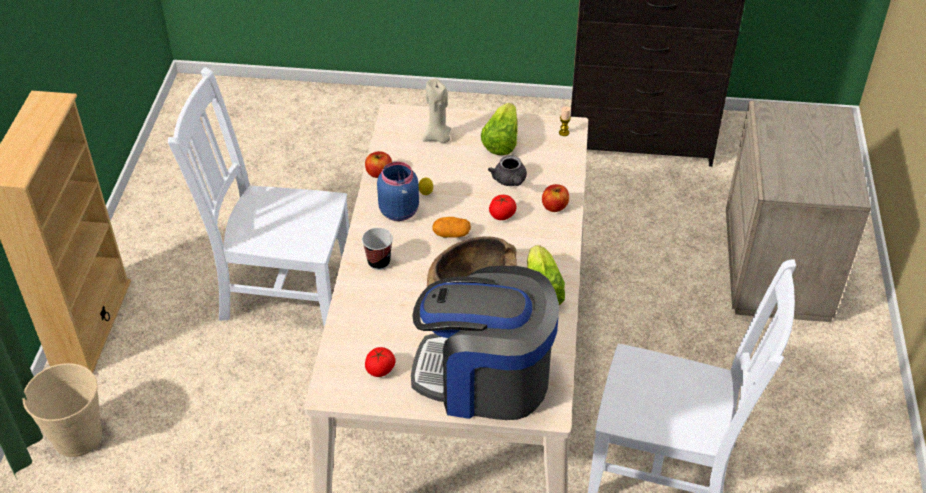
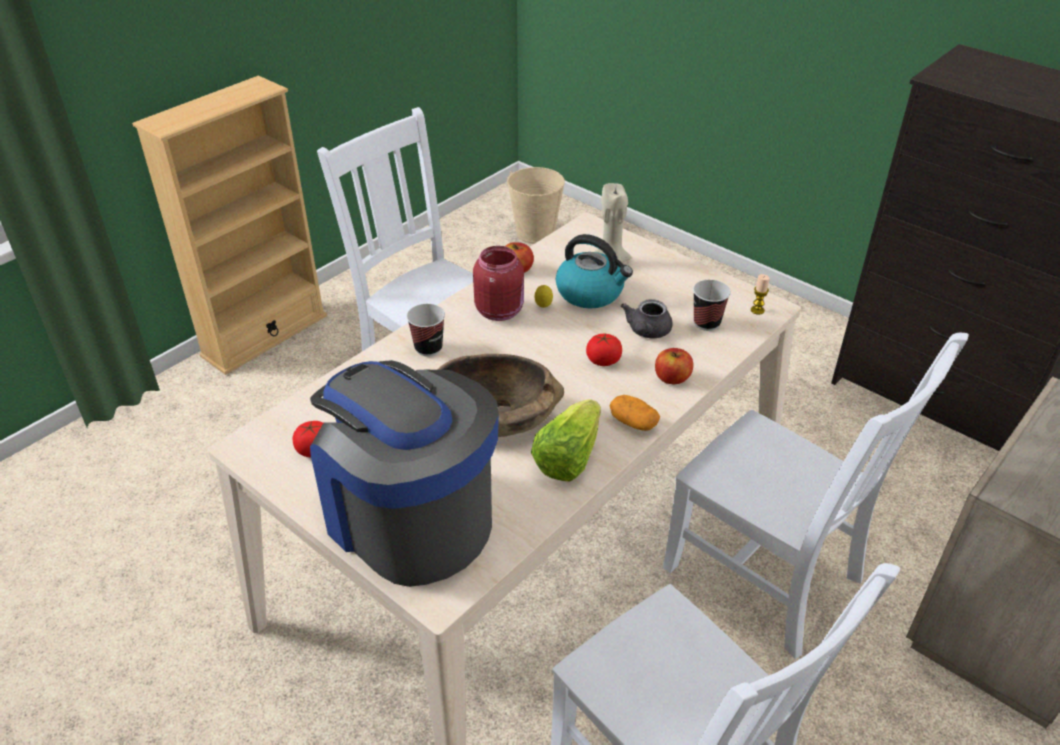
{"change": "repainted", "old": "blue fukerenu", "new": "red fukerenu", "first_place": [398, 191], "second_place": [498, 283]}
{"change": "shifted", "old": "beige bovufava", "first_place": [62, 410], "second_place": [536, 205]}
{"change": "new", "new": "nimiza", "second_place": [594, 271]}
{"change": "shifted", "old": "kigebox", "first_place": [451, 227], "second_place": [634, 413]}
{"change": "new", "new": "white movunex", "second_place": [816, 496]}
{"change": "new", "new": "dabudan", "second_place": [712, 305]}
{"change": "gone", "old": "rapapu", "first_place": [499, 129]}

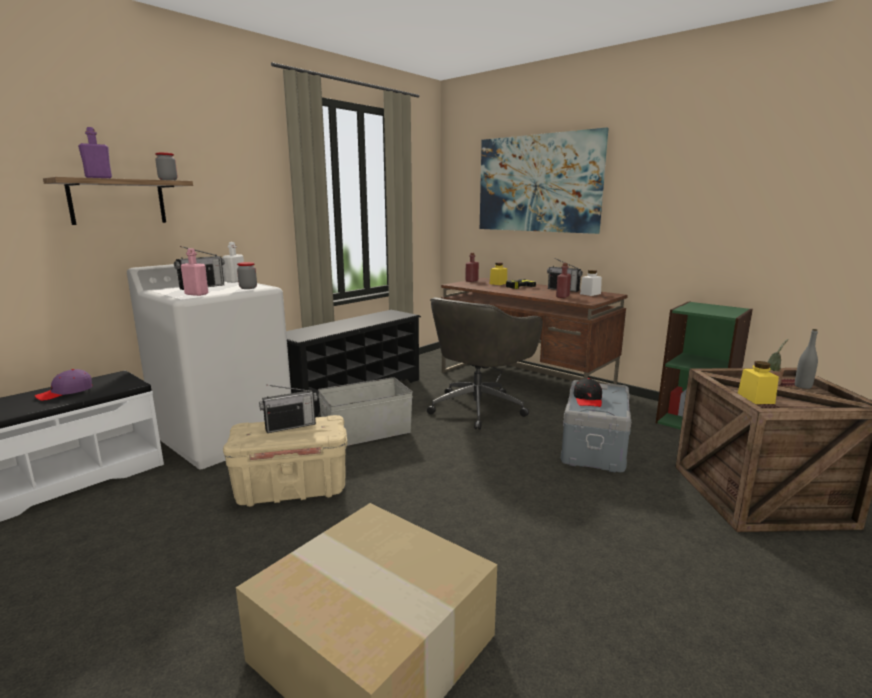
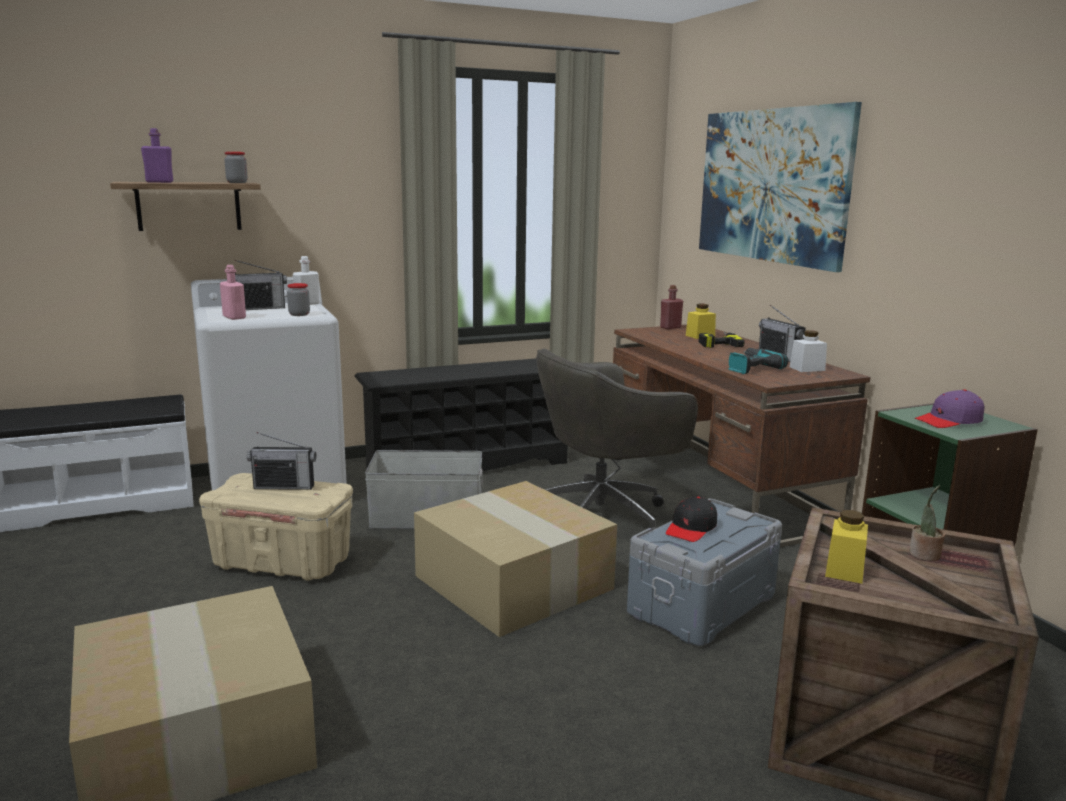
{"change": "new", "new": "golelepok", "second_place": [515, 559]}
{"change": "swapped", "old": "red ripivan", "new": "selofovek", "first_place": [563, 280], "second_place": [758, 361]}
{"change": "shifted", "old": "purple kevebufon", "first_place": [63, 385], "second_place": [949, 408]}
{"change": "gone", "old": "grey ripivan", "first_place": [806, 359]}

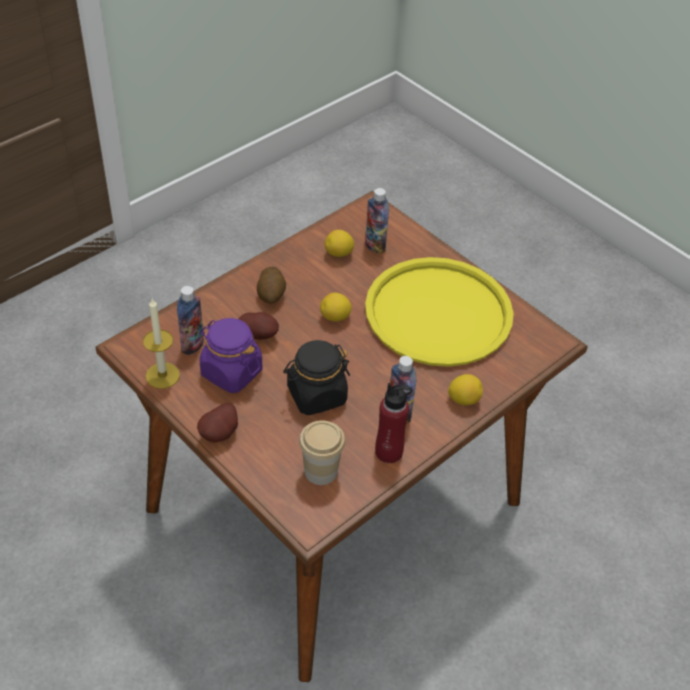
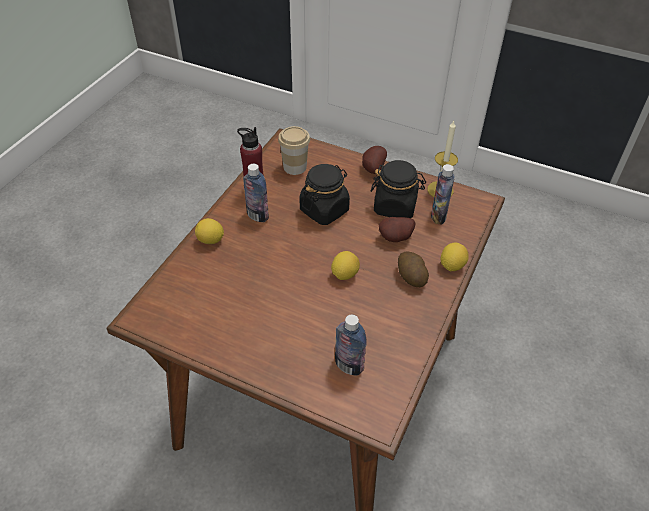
{"change": "repainted", "old": "purple fukerenu", "new": "black fukerenu", "first_place": [231, 355], "second_place": [398, 189]}
{"change": "shifted", "old": "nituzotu", "first_place": [339, 243], "second_place": [454, 257]}
{"change": "gone", "old": "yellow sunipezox", "first_place": [439, 312]}

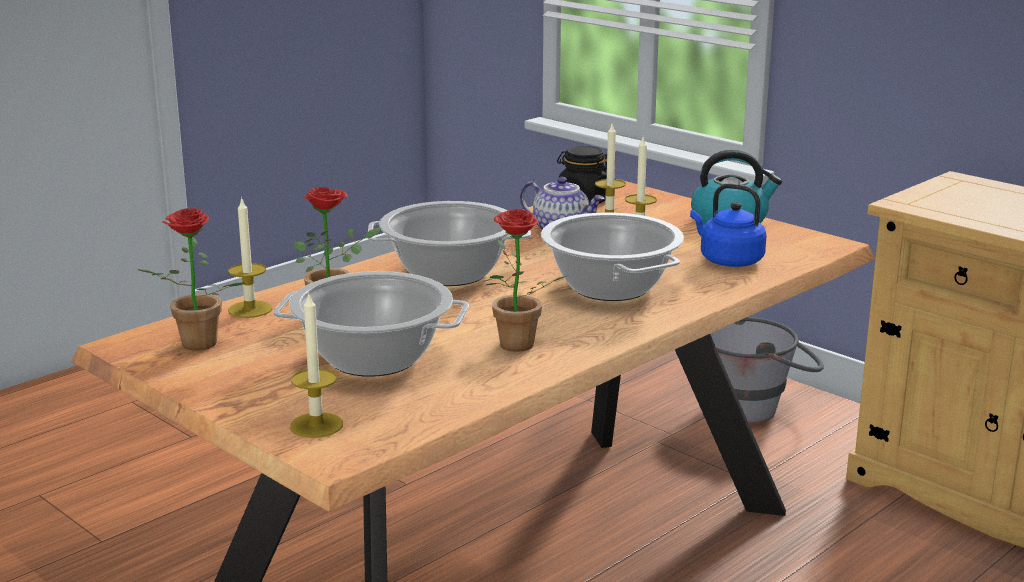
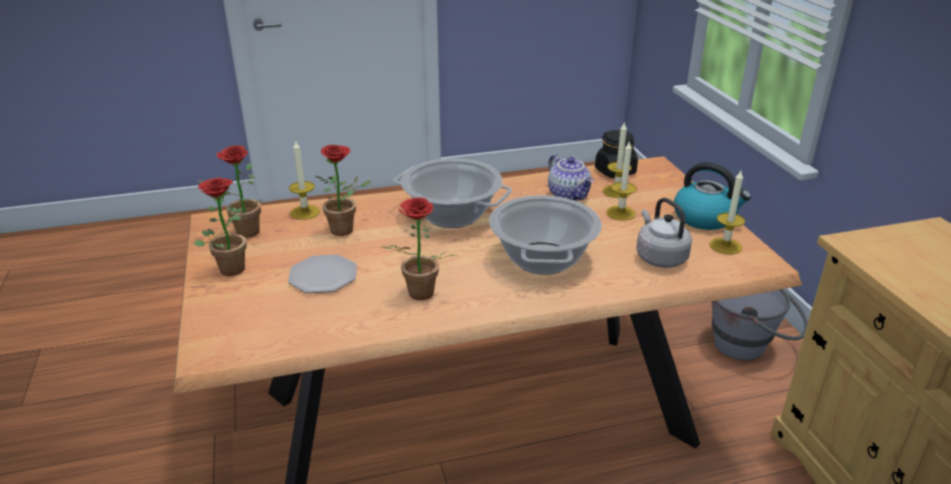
{"change": "new", "new": "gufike", "second_place": [220, 227]}
{"change": "swapped", "old": "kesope", "new": "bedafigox", "first_place": [371, 324], "second_place": [322, 274]}
{"change": "repainted", "old": "blue nimiza", "new": "grey nimiza", "first_place": [728, 225], "second_place": [664, 233]}
{"change": "shifted", "old": "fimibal", "first_place": [316, 365], "second_place": [727, 212]}

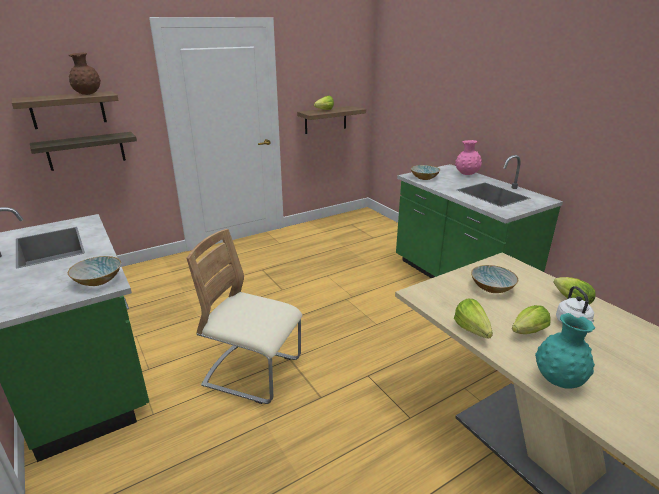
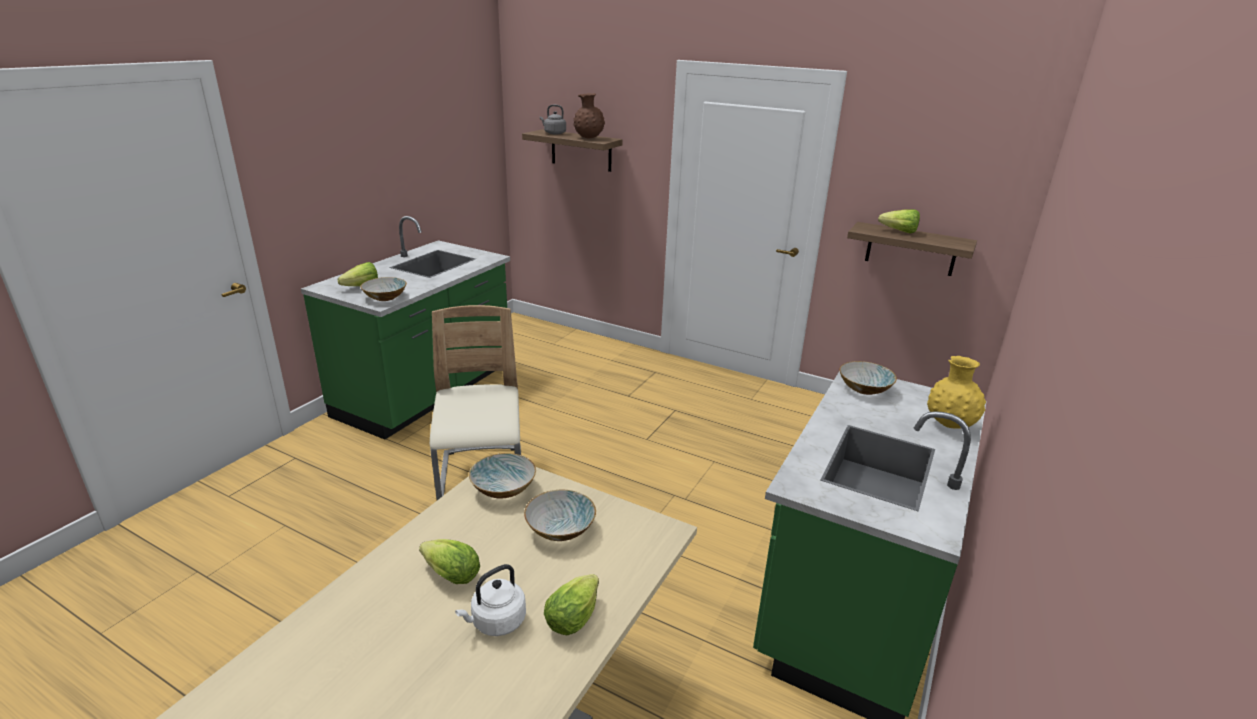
{"change": "shifted", "old": "rapapu", "first_place": [473, 319], "second_place": [358, 274]}
{"change": "new", "new": "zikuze", "second_place": [502, 475]}
{"change": "new", "new": "grey nimiza", "second_place": [553, 120]}
{"change": "repainted", "old": "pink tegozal", "new": "yellow tegozal", "first_place": [468, 157], "second_place": [956, 392]}
{"change": "gone", "old": "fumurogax", "first_place": [83, 151]}
{"change": "gone", "old": "turquoise tegozal", "first_place": [565, 351]}

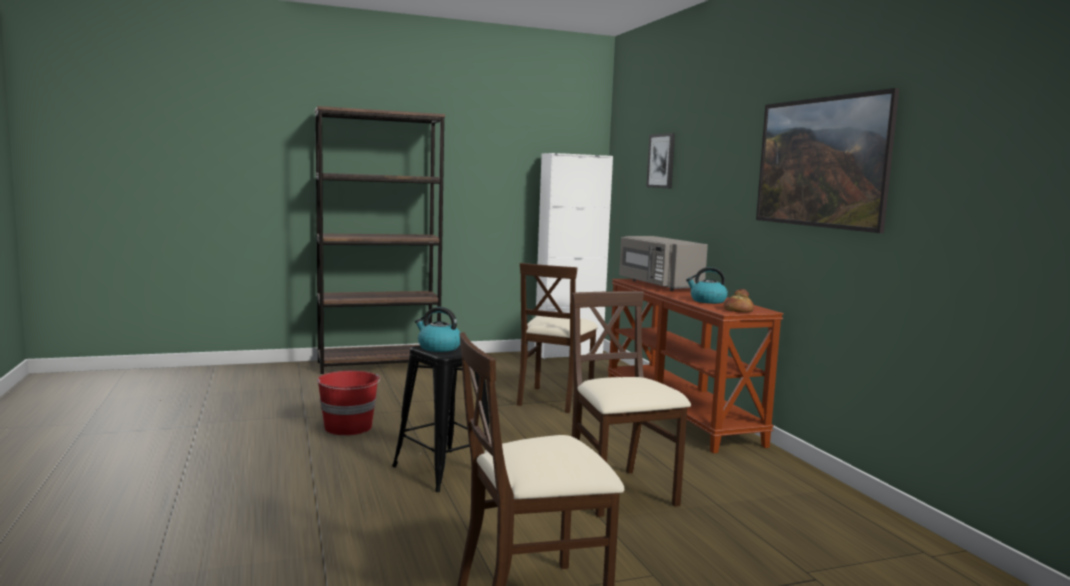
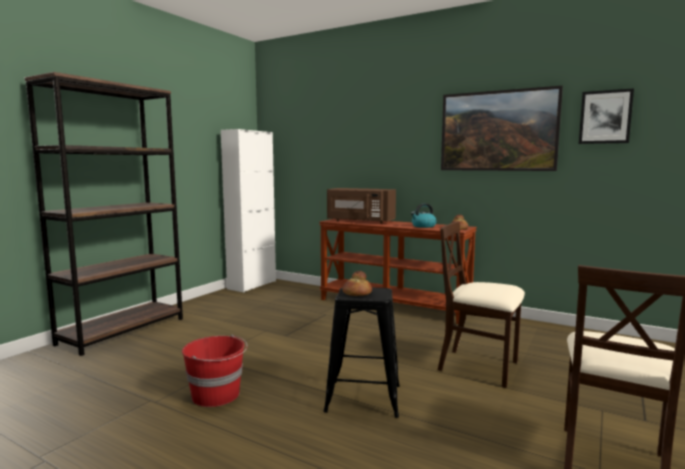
{"change": "repainted", "old": "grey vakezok", "new": "brown vakezok", "first_place": [663, 263], "second_place": [361, 206]}
{"change": "swapped", "old": "nimiza", "new": "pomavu", "first_place": [437, 329], "second_place": [357, 283]}
{"change": "shifted", "old": "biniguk", "first_place": [660, 160], "second_place": [606, 116]}
{"change": "gone", "old": "beige movunex", "first_place": [557, 338]}

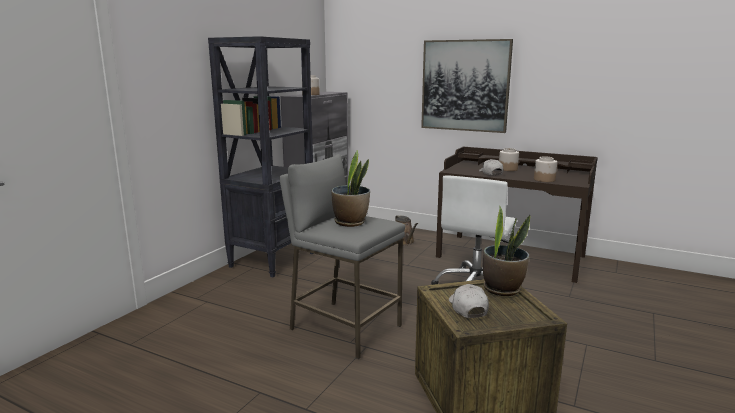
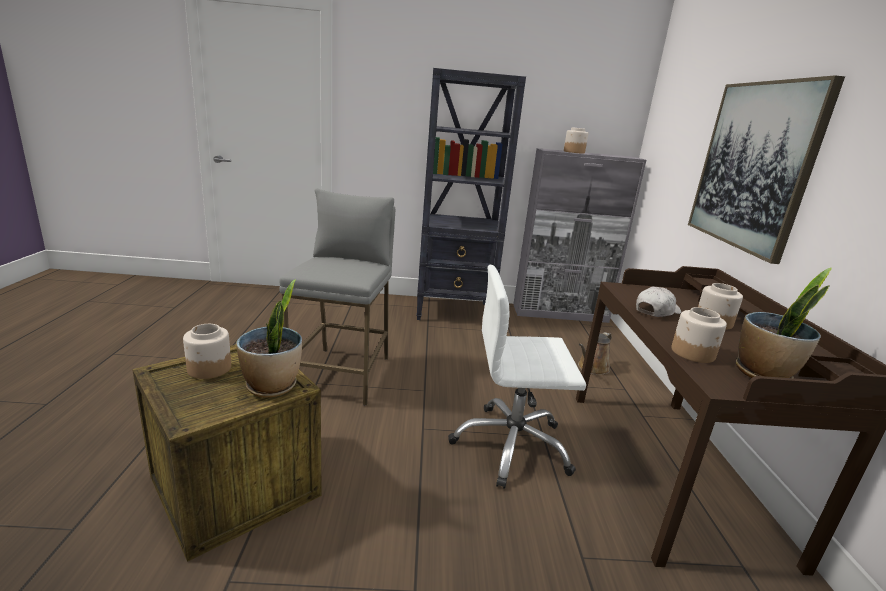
{"change": "swapped", "old": "white kevebufon", "new": "fukerenu", "first_place": [469, 301], "second_place": [207, 351]}
{"change": "shifted", "old": "gufike", "first_place": [350, 188], "second_place": [784, 323]}

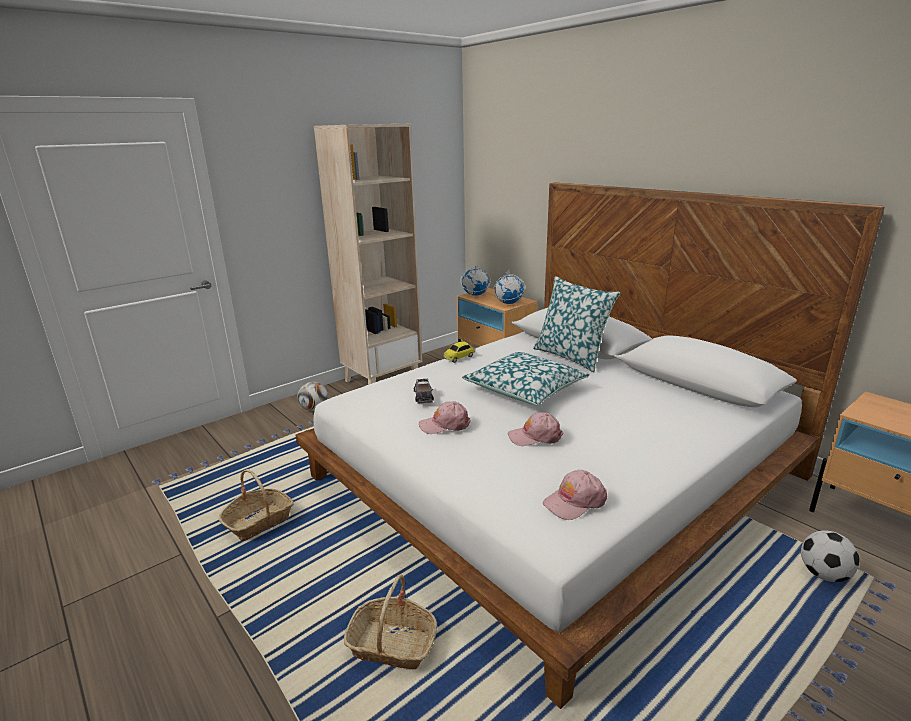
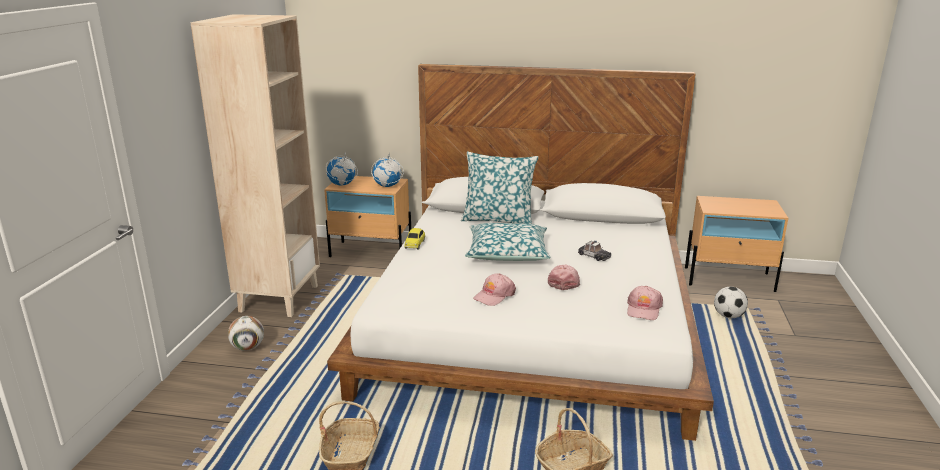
{"change": "rotated", "old": "pink kevebufon", "first_place": [536, 429], "second_place": [564, 277], "degrees": 150}
{"change": "shifted", "old": "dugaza", "first_place": [424, 391], "second_place": [594, 250]}

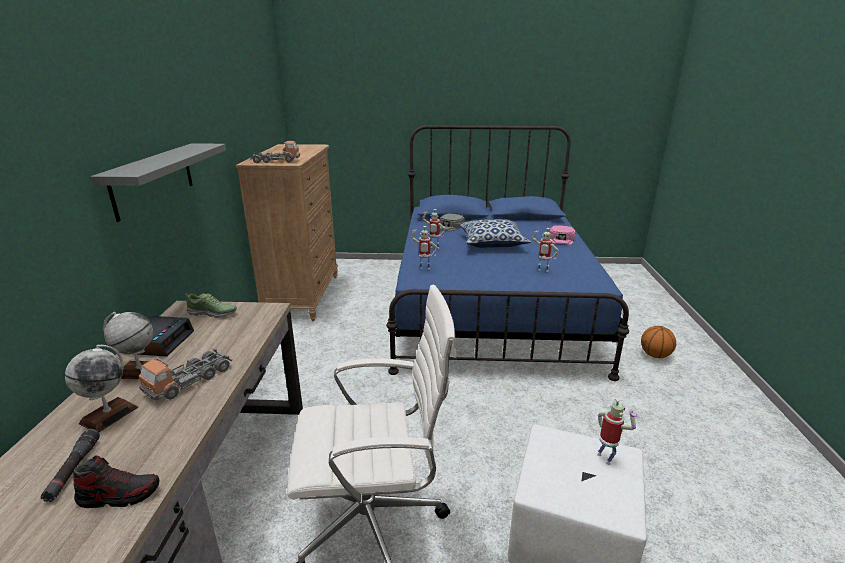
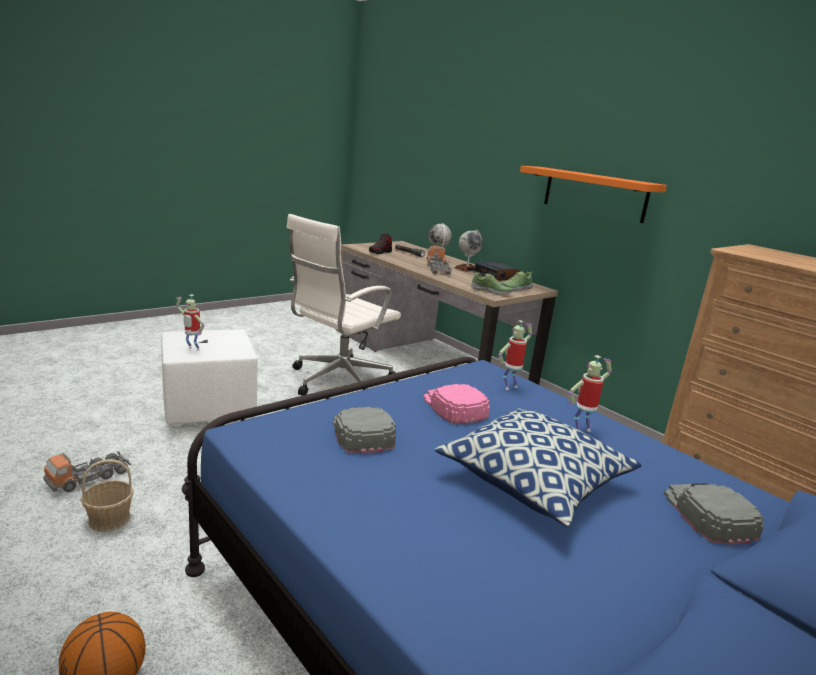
{"change": "shifted", "old": "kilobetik", "first_place": [275, 152], "second_place": [87, 471]}
{"change": "new", "new": "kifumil", "second_place": [107, 495]}
{"change": "swapped", "old": "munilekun", "new": "grey kevebufon", "first_place": [545, 250], "second_place": [364, 430]}
{"change": "shifted", "old": "pink kevebufon", "first_place": [562, 235], "second_place": [456, 404]}
{"change": "new", "new": "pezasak", "second_place": [492, 282]}
{"change": "repainted", "old": "grey fumurogax", "new": "orange fumurogax", "first_place": [158, 182], "second_place": [593, 194]}

